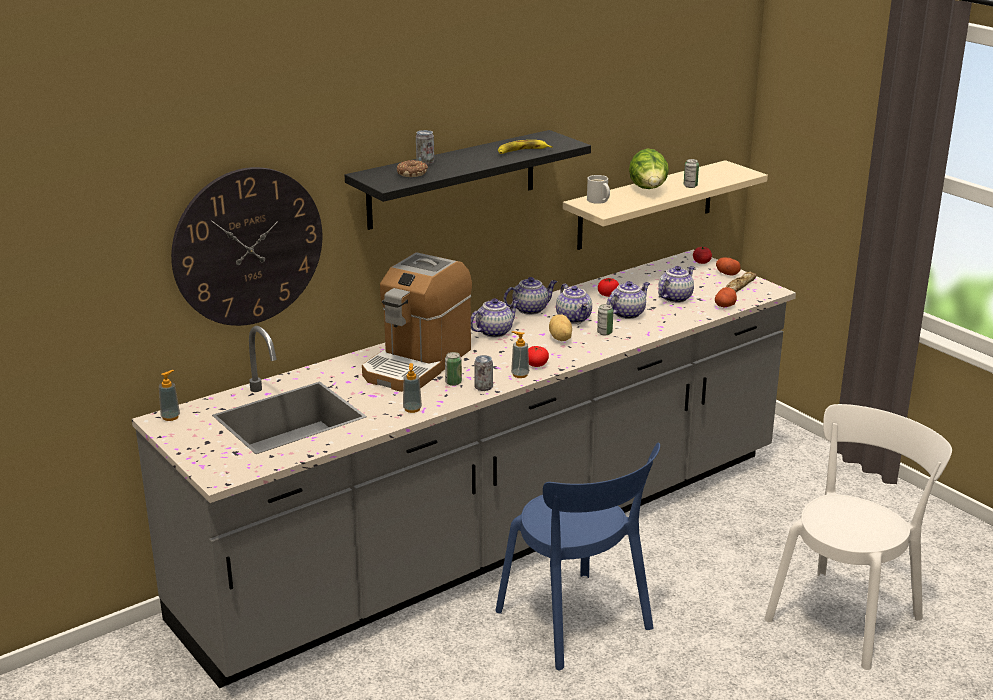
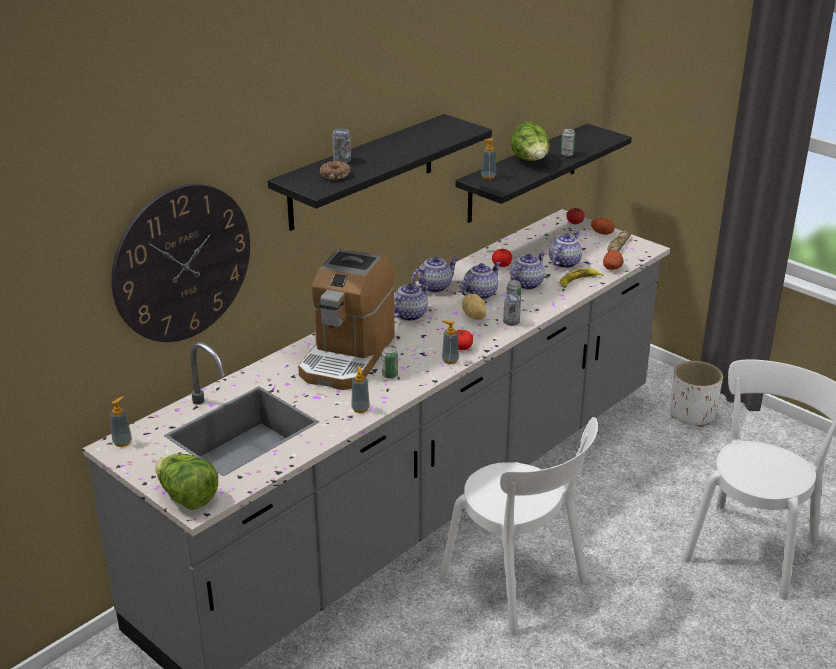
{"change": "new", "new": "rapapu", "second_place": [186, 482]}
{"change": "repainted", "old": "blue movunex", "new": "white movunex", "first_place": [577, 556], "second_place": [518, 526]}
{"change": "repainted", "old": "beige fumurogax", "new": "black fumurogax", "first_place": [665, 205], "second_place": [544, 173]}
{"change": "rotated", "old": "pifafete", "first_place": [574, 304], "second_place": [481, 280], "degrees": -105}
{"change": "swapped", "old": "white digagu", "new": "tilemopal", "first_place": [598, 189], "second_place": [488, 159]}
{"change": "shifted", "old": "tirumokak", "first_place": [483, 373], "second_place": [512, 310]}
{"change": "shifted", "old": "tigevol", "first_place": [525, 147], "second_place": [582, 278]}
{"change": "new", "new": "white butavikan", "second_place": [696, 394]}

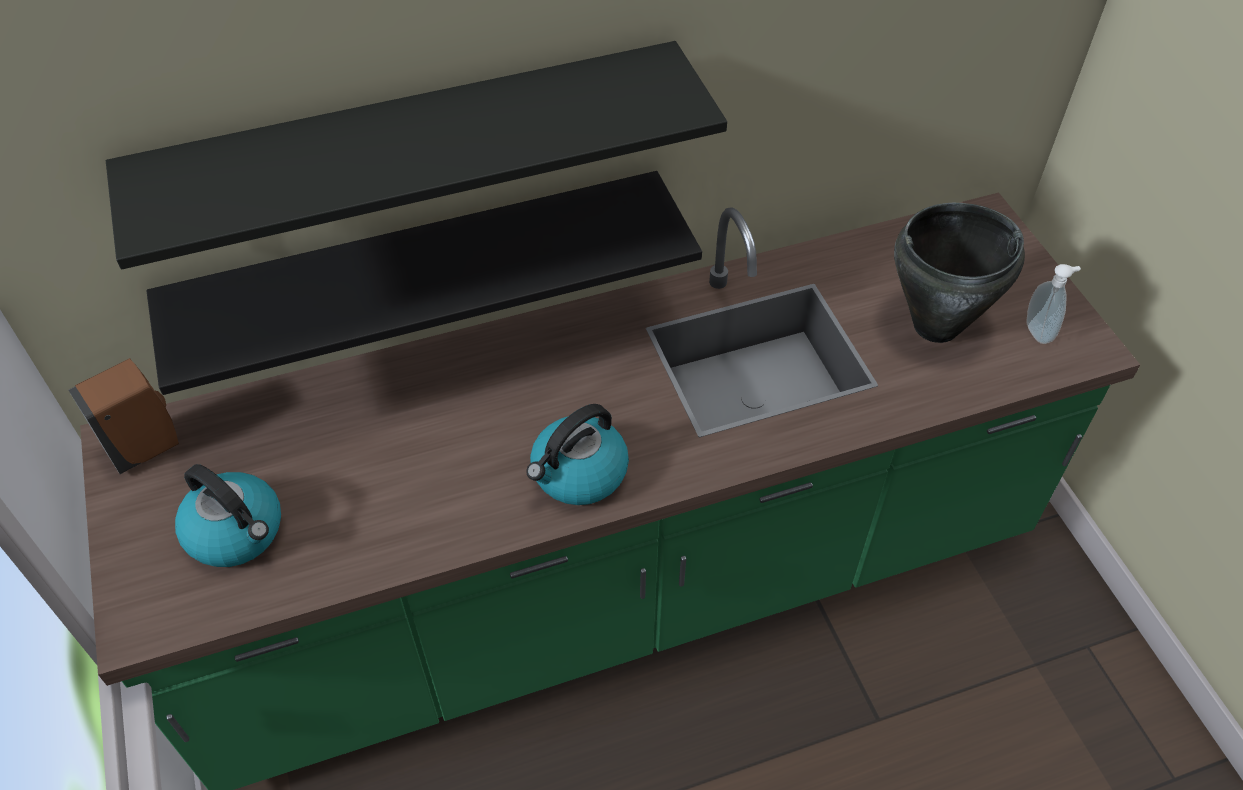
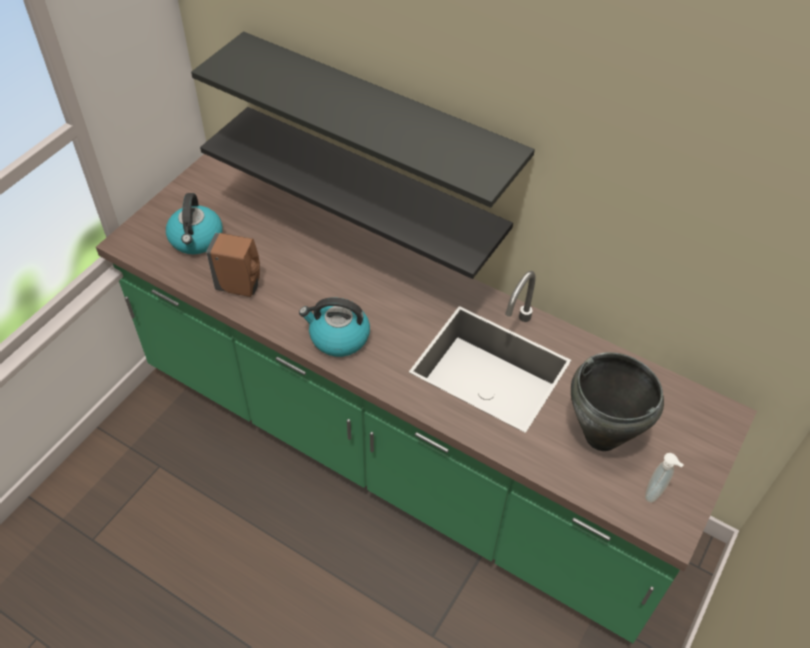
{"change": "shifted", "old": "brown tilemopal", "first_place": [124, 416], "second_place": [233, 265]}

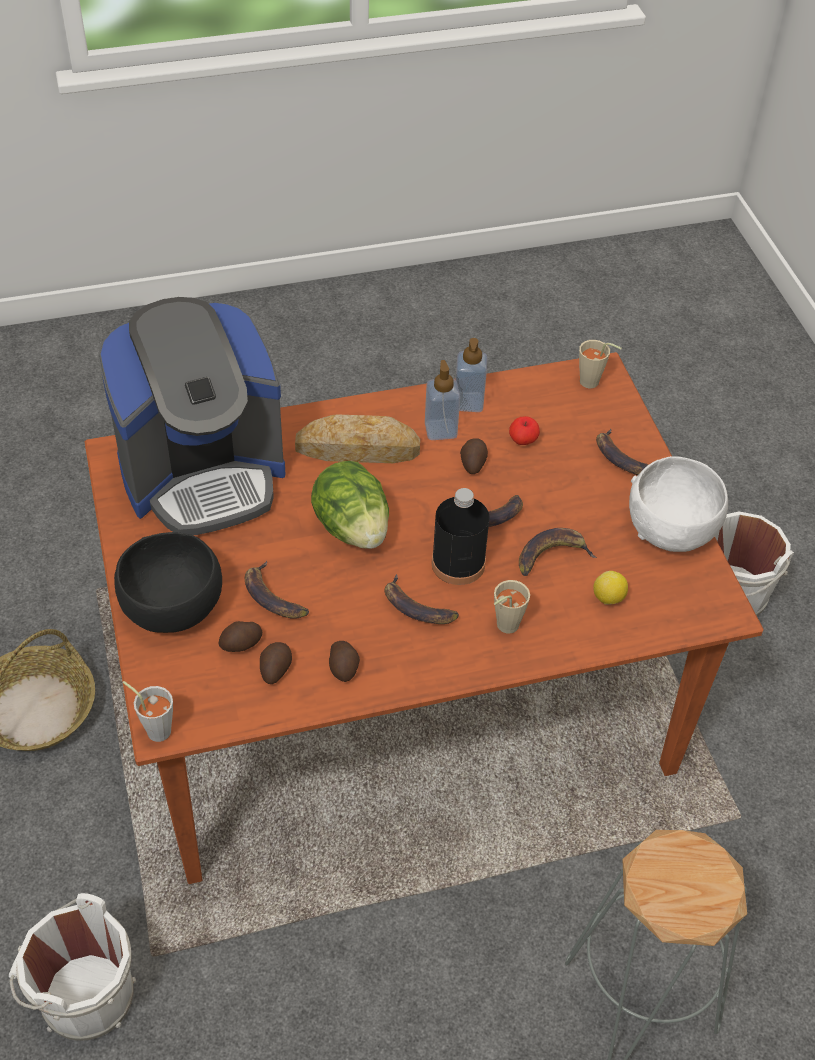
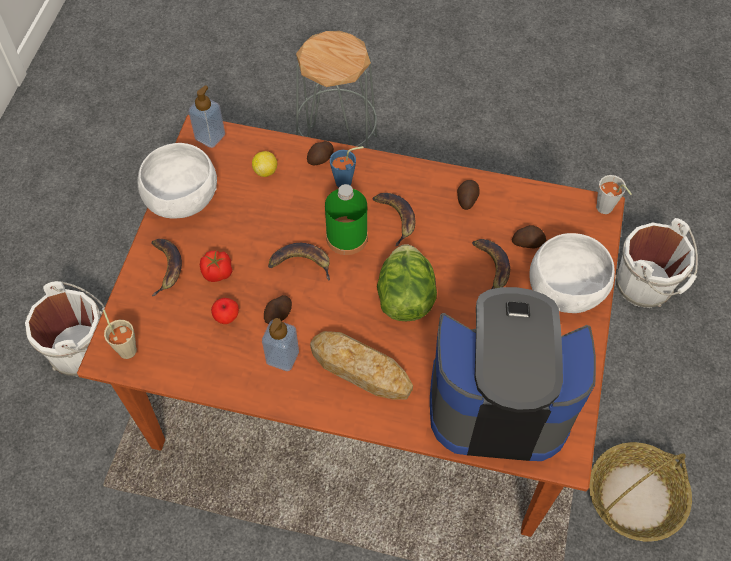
{"change": "shifted", "old": "tilemopal", "first_place": [471, 375], "second_place": [206, 116]}
{"change": "new", "new": "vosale", "second_place": [216, 266]}
{"change": "shifted", "old": "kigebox", "first_place": [276, 663], "second_place": [320, 153]}
{"change": "repainted", "old": "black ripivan", "new": "green ripivan", "first_place": [460, 536], "second_place": [346, 219]}
{"change": "repainted", "old": "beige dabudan", "new": "blue dabudan", "first_place": [512, 607], "second_place": [347, 166]}
{"change": "repainted", "old": "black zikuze", "new": "white zikuze", "first_place": [168, 582], "second_place": [572, 273]}
{"change": "gone", "old": "tigevol", "first_place": [558, 552]}

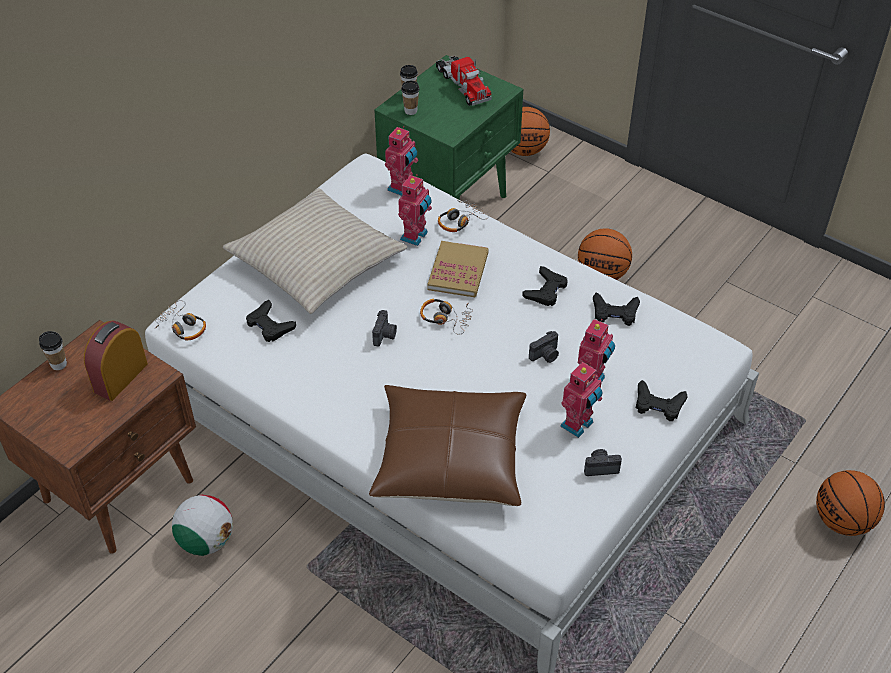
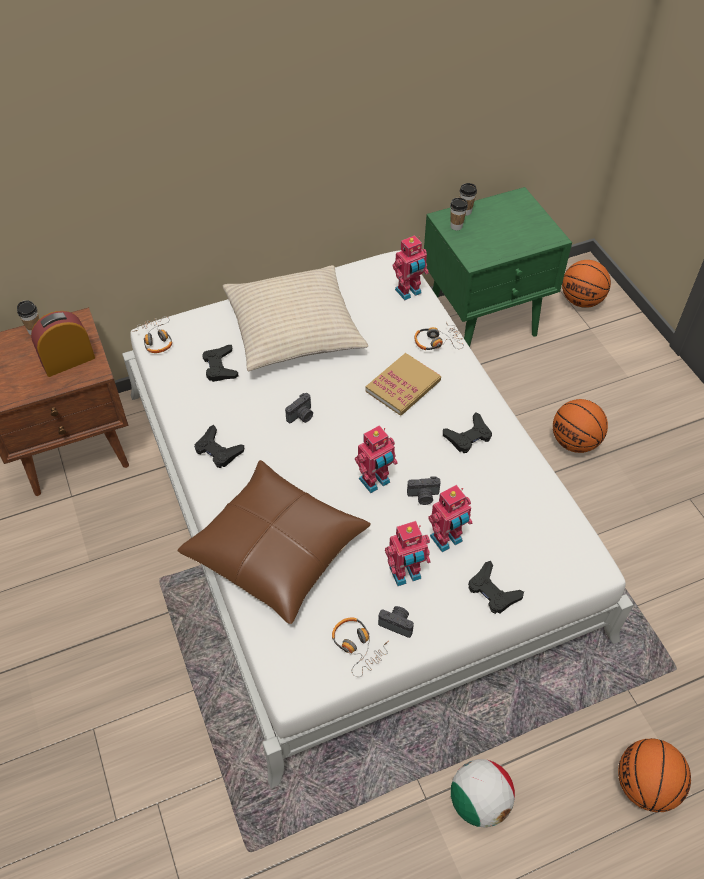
{"change": "shifted", "old": "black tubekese", "first_place": [616, 309], "second_place": [219, 446]}
{"change": "shifted", "old": "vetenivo", "first_place": [446, 316], "second_place": [360, 647]}
{"change": "shifted", "old": "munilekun", "first_place": [415, 210], "second_place": [376, 459]}
{"change": "shifted", "old": "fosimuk", "first_place": [202, 525], "second_place": [483, 793]}
{"change": "gone", "old": "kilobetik", "first_place": [464, 81]}

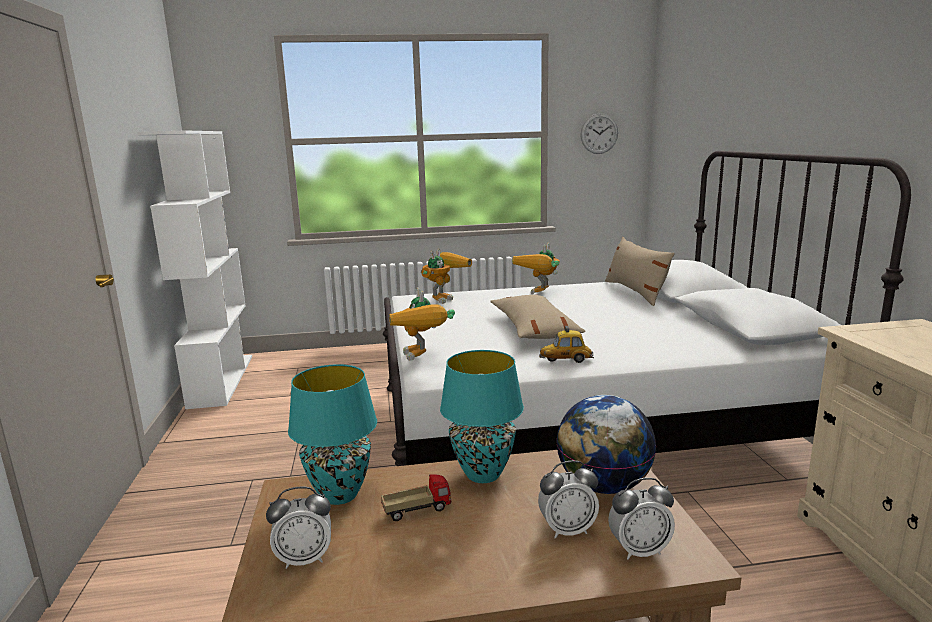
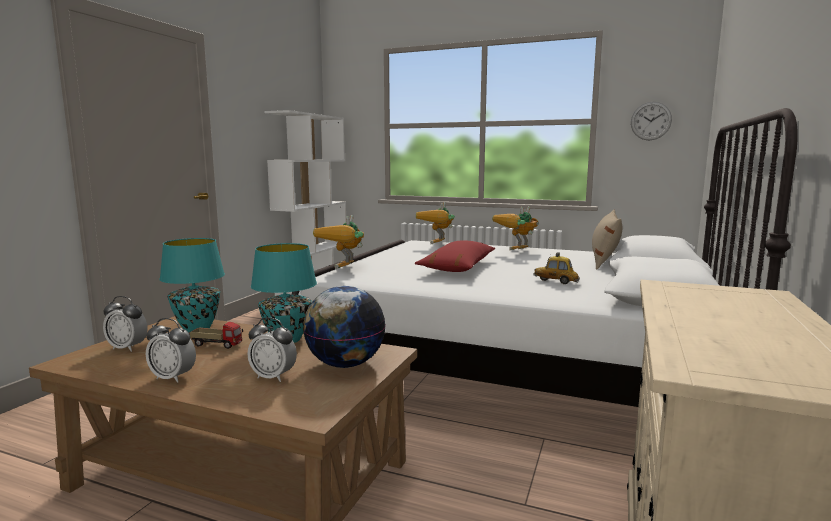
{"change": "shifted", "old": "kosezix", "first_place": [641, 519], "second_place": [171, 350]}
{"change": "repainted", "old": "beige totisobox", "new": "red totisobox", "first_place": [538, 317], "second_place": [455, 256]}
{"change": "rotated", "old": "munilekun", "first_place": [446, 276], "second_place": [435, 223], "degrees": 135}
{"change": "shifted", "old": "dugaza", "first_place": [566, 344], "second_place": [556, 268]}

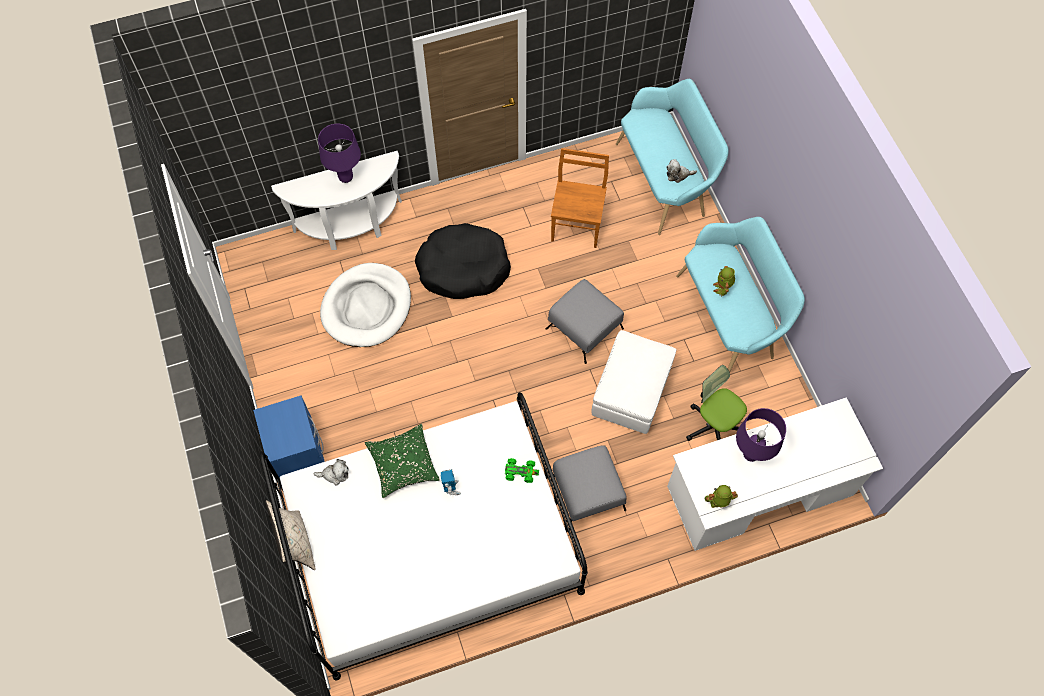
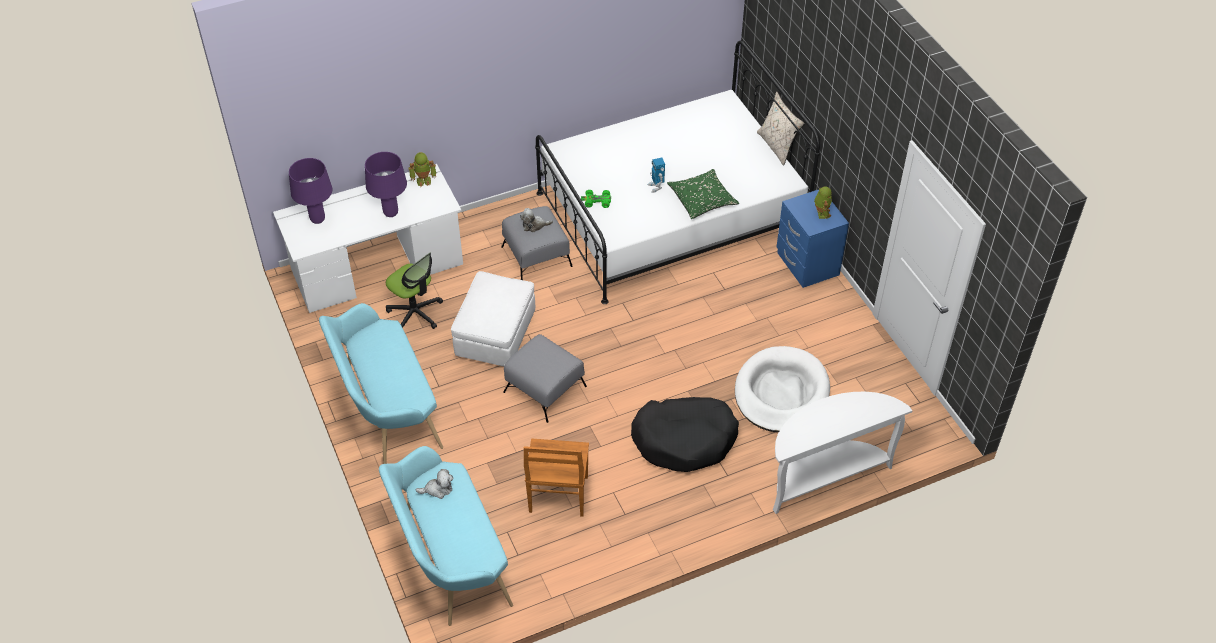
{"change": "shifted", "old": "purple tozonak", "first_place": [339, 153], "second_place": [310, 191]}
{"change": "shifted", "old": "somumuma", "first_place": [331, 472], "second_place": [536, 220]}
{"change": "shifted", "old": "munilekun", "first_place": [724, 281], "second_place": [823, 203]}

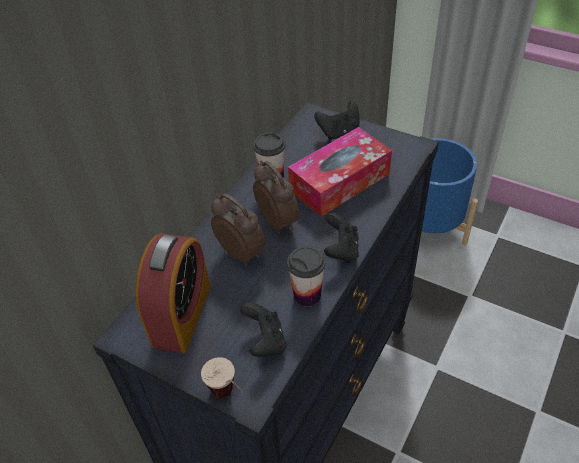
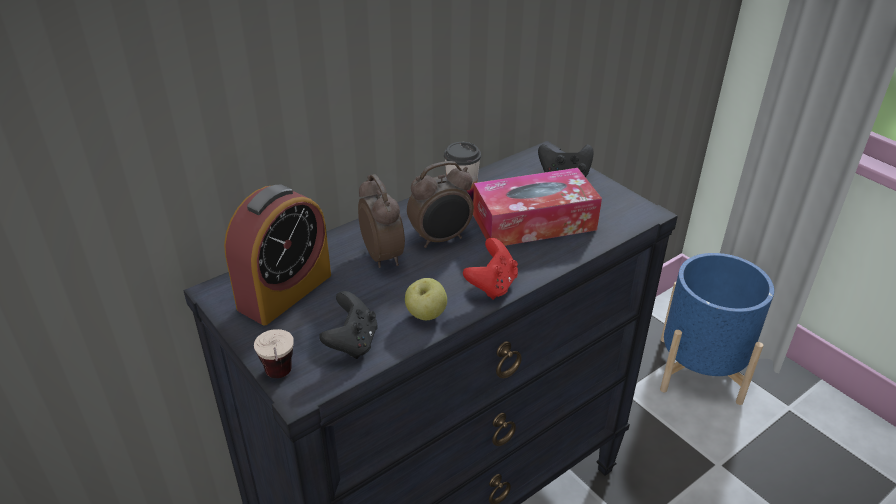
{"change": "swapped", "old": "dabudan", "new": "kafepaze", "first_place": [306, 276], "second_place": [426, 299]}
{"change": "rotated", "old": "kosezix", "first_place": [276, 197], "second_place": [440, 204], "degrees": 75}
{"change": "repainted", "old": "black tubekese", "new": "red tubekese", "first_place": [341, 237], "second_place": [490, 269]}

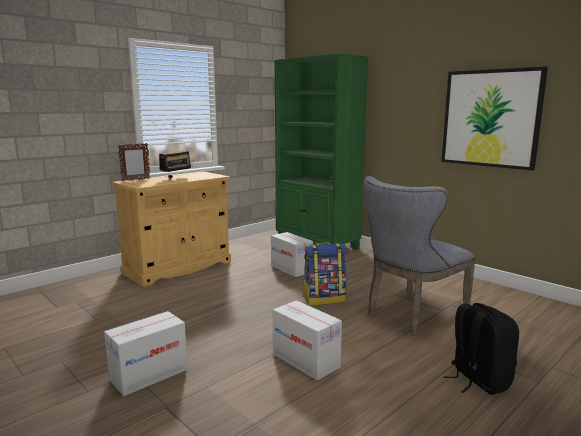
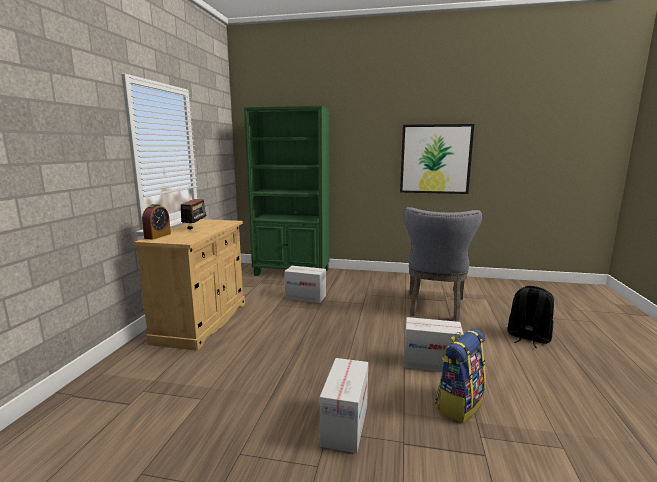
{"change": "swapped", "old": "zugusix", "new": "kosezix", "first_place": [134, 162], "second_place": [156, 222]}
{"change": "shifted", "old": "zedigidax", "first_place": [325, 273], "second_place": [460, 375]}

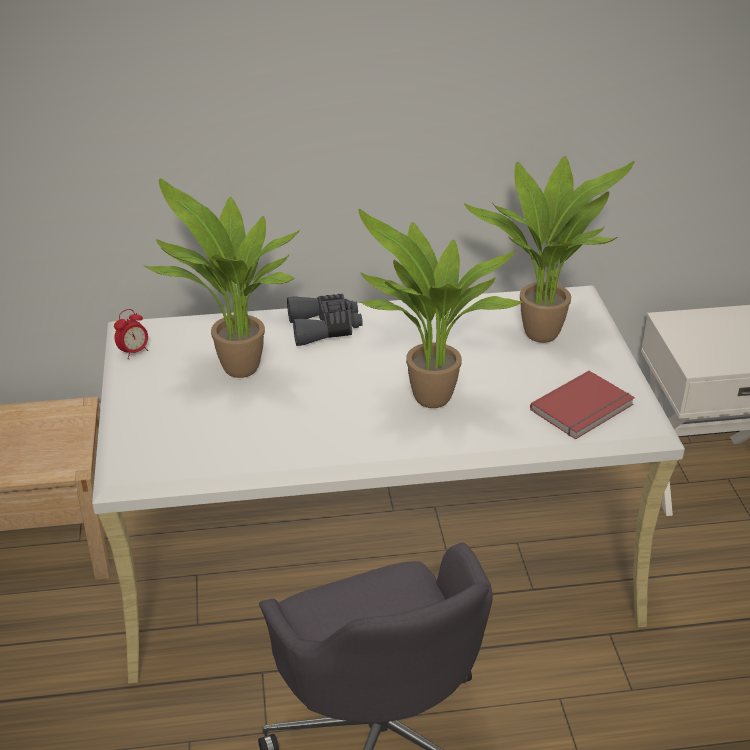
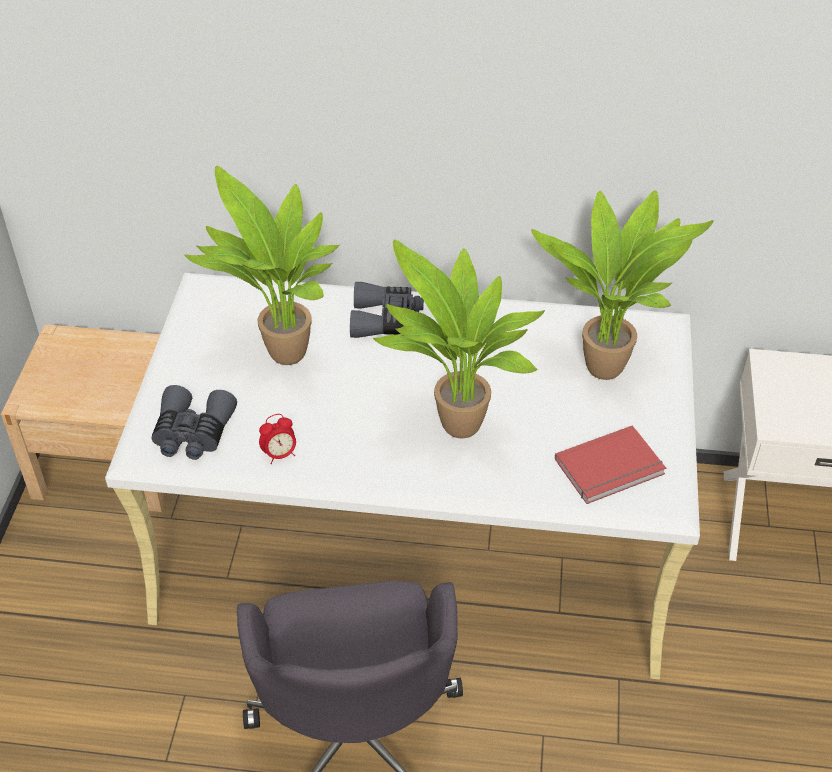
{"change": "new", "new": "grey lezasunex", "second_place": [194, 422]}
{"change": "shifted", "old": "kosezix", "first_place": [131, 334], "second_place": [277, 439]}

